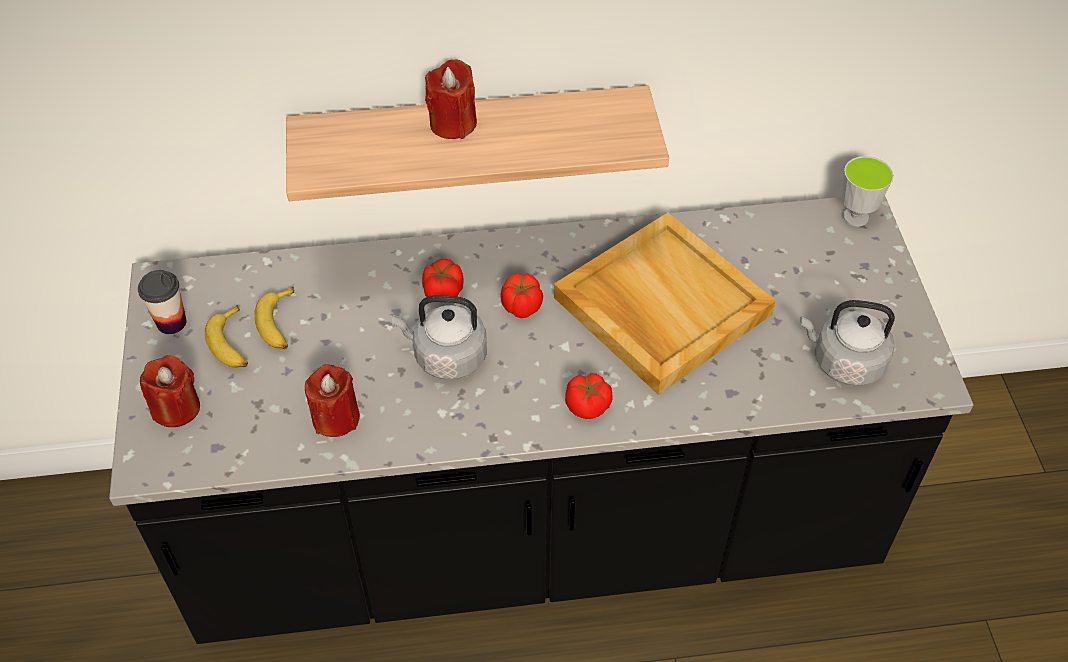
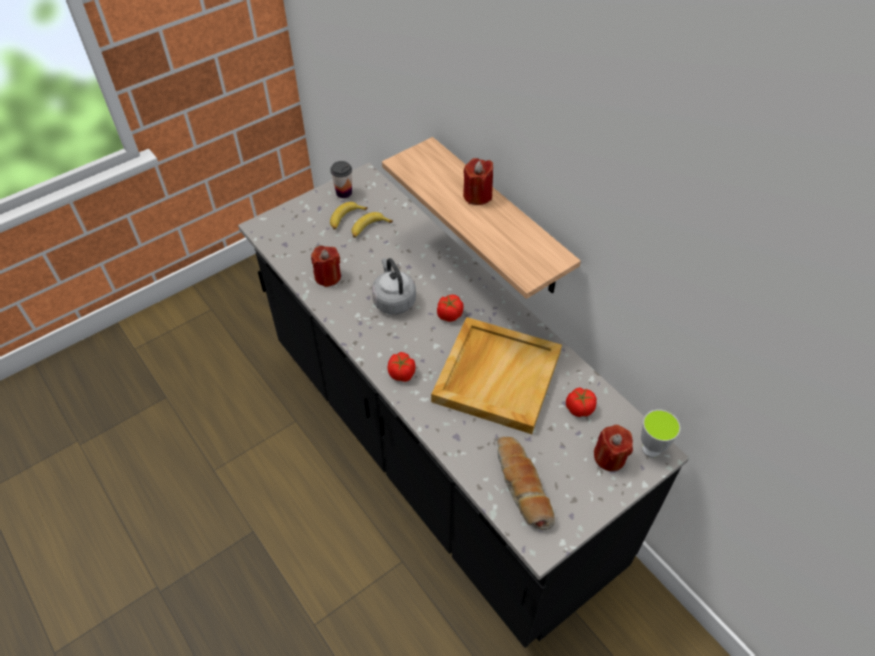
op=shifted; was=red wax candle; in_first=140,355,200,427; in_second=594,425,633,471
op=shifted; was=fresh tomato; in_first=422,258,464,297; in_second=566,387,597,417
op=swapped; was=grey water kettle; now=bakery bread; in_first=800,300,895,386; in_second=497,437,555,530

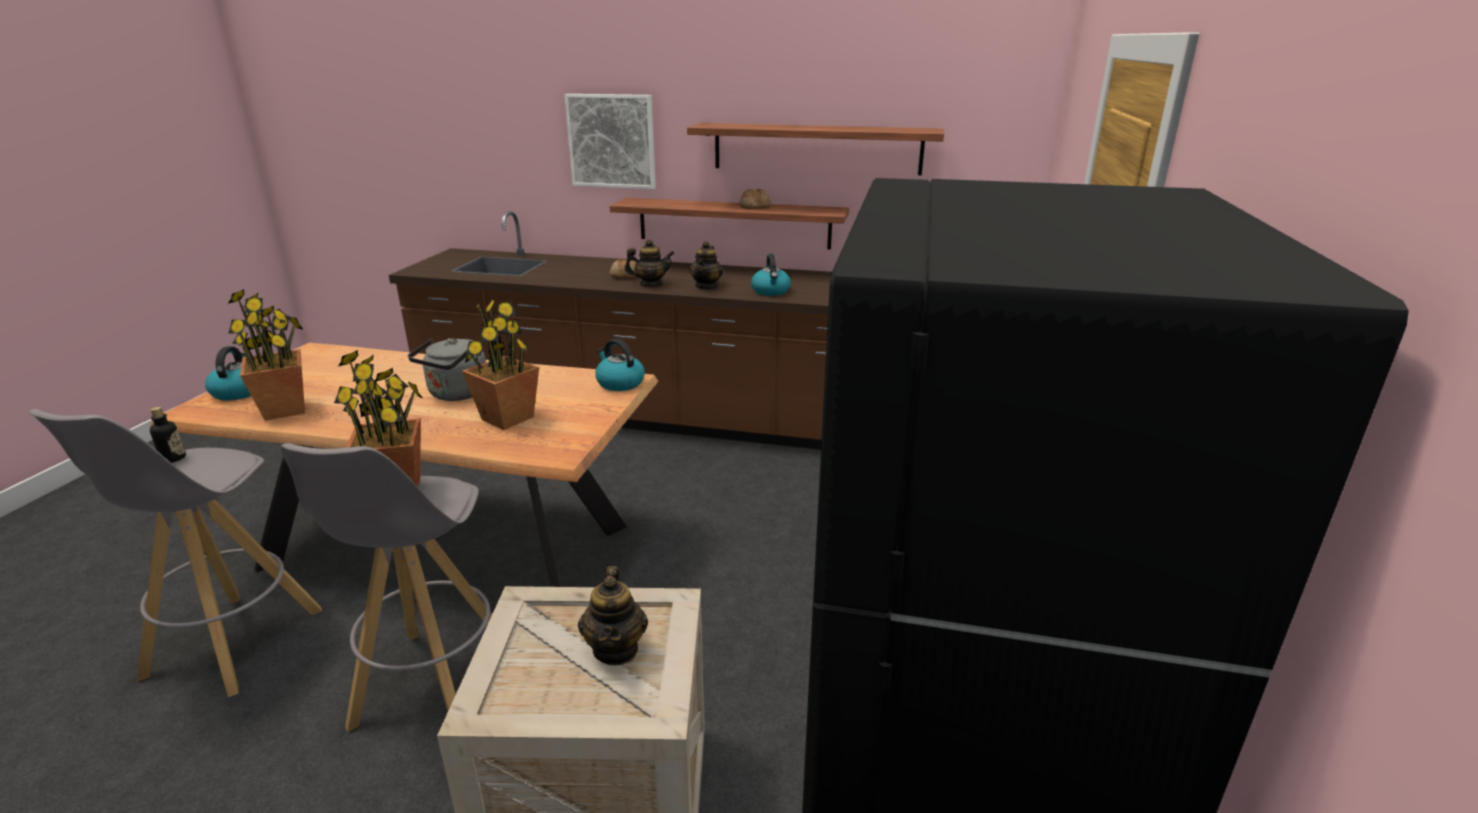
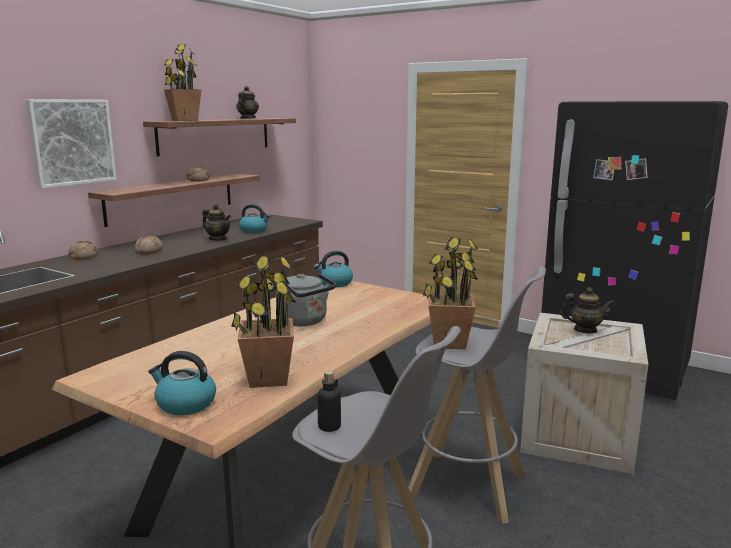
op=new; now=bakery bread; in_second=68,241,98,260
op=shifted; was=plant in a pot; in_first=462,296,539,430; in_second=164,44,202,121
op=shifted; was=tea pot; in_first=624,239,675,287; in_second=236,86,259,119

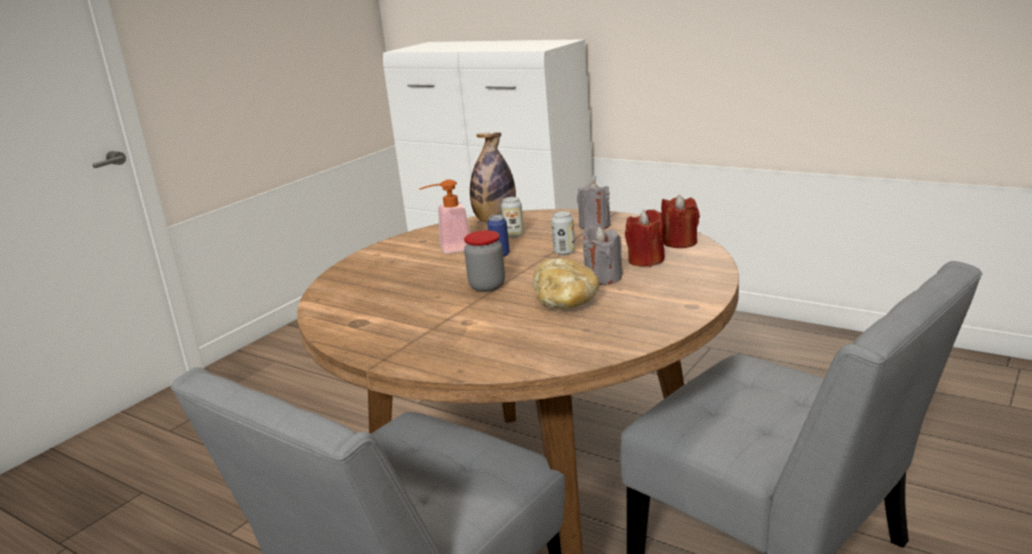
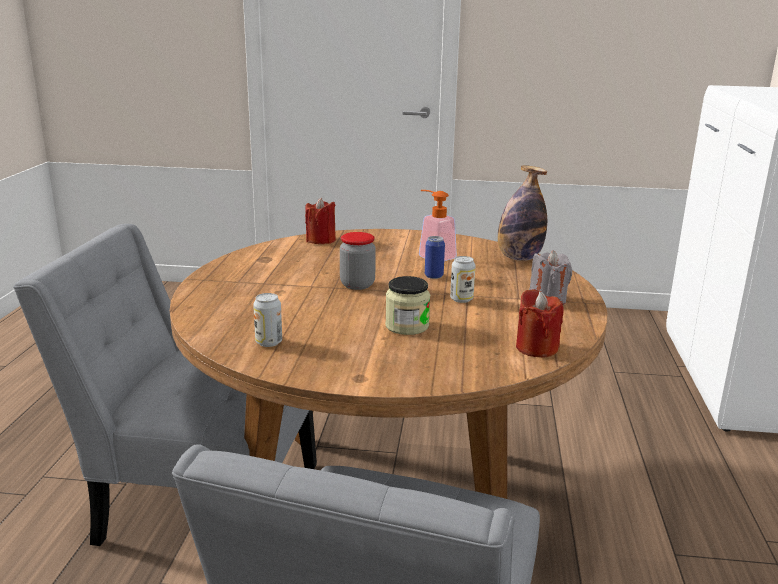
op=gone; was=bakery bread; in_first=533,258,599,309
op=shifted; was=metal can; in_first=501,197,524,238; in_second=253,293,282,347
op=shifted; was=red wax candle; in_first=625,210,665,267; in_second=305,197,336,244
op=swapped; was=grey wax candle; now=jar; in_first=583,226,623,285; in_second=385,276,430,335

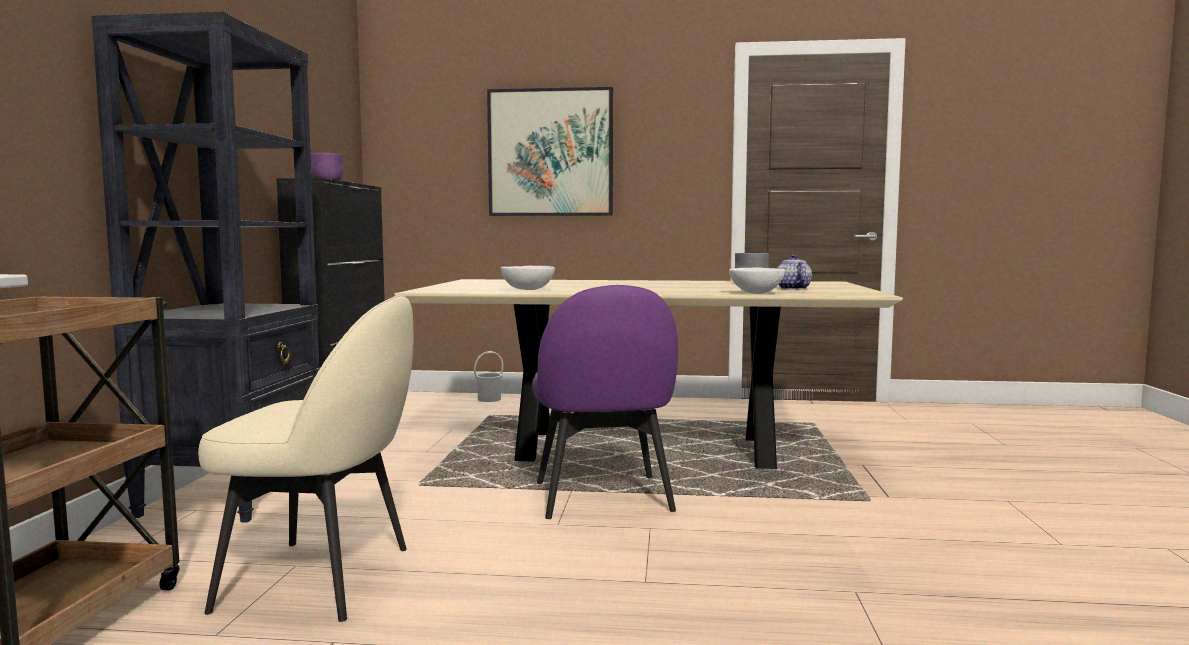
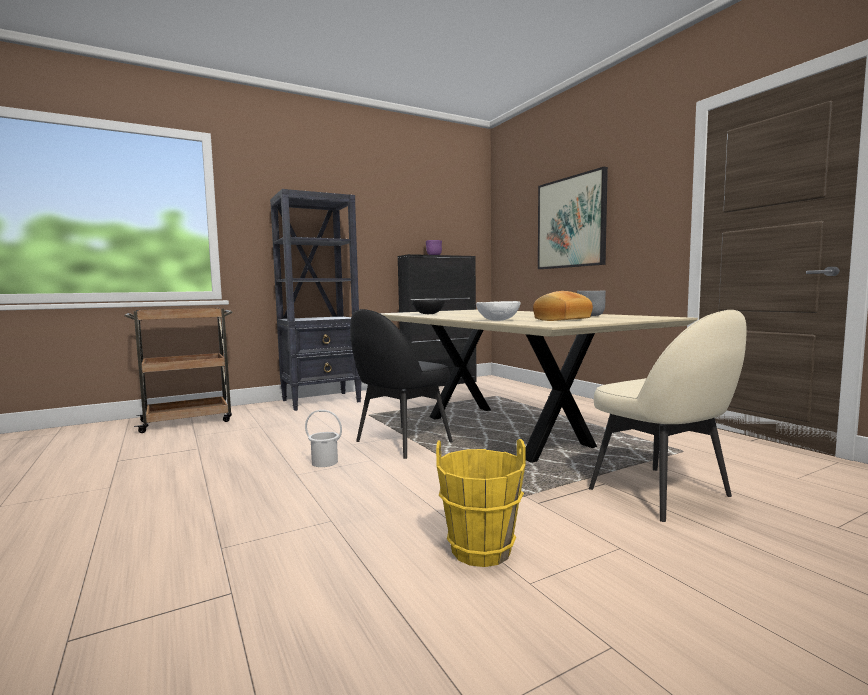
op=new; now=yellowish pail; in_second=436,439,526,567
op=shifted; was=beige-coloured plain chair; in_first=198,295,413,622; in_second=589,310,747,522
op=shifted; was=white-coloured pail; in_first=474,351,504,402; in_second=305,410,342,467
op=swapped; was=tea pot; now=bakery bread; in_first=777,254,812,290; in_second=533,291,593,321
op=repainted; was=white-coloured deep dish; now=blackish deep dish; in_first=501,266,555,290; in_second=412,300,445,314
op=repainted; was=purple plain chair; now=blackish plain chair; in_first=532,285,678,519; in_second=350,309,453,459

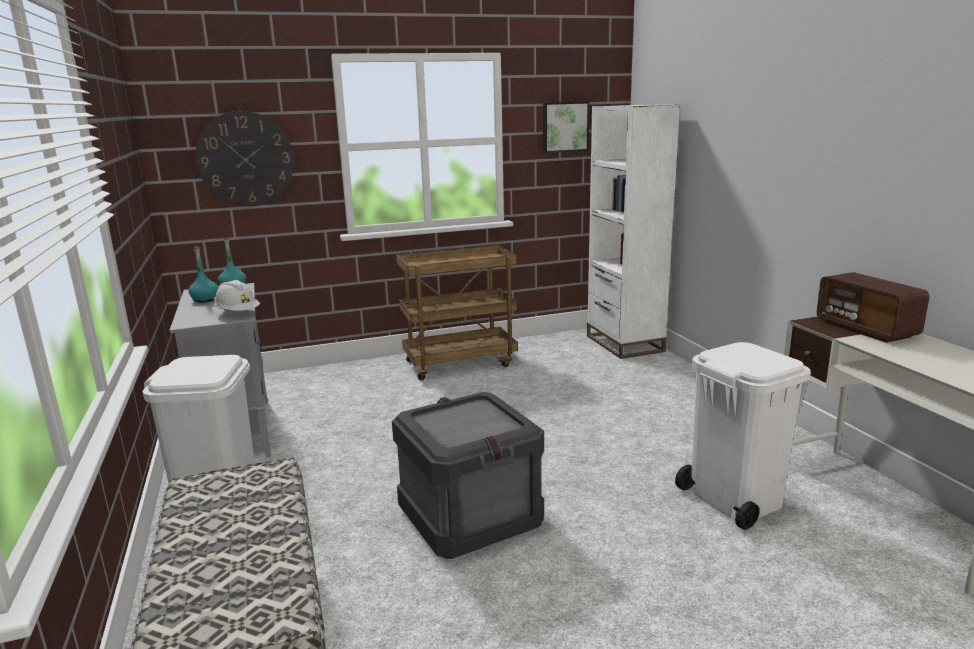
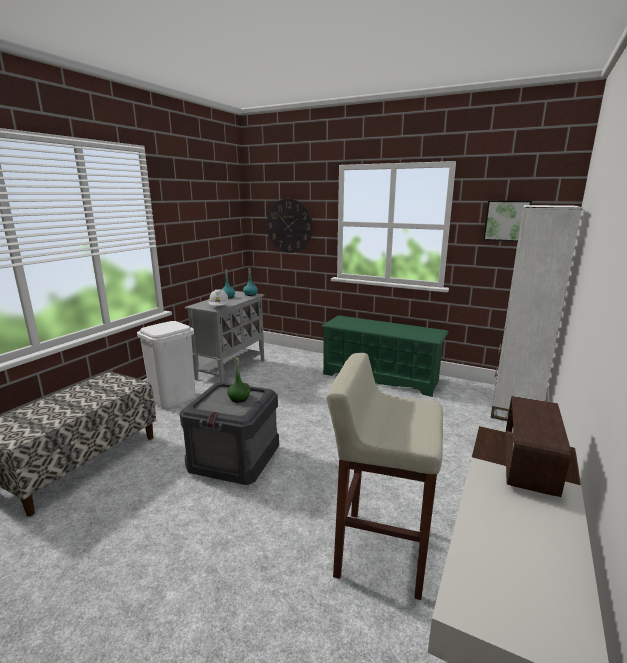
op=new; now=greenish beverage bottle; in_second=227,358,250,402
op=swapped; was=brown cart; now=greenish shoe stand; in_first=396,245,518,381; in_second=322,315,449,397
op=swapped; was=white-coloured waste bin; now=beige-coloured stool; in_first=675,342,811,530; in_second=326,353,443,600

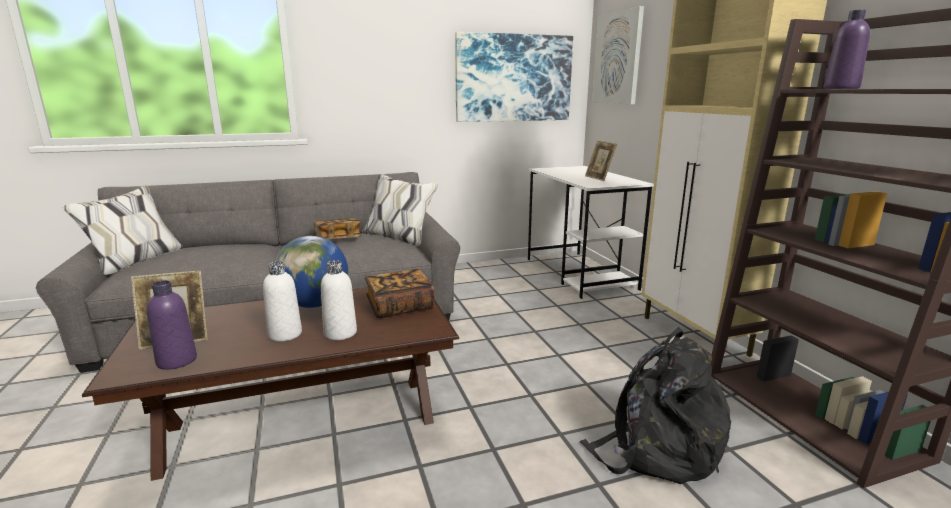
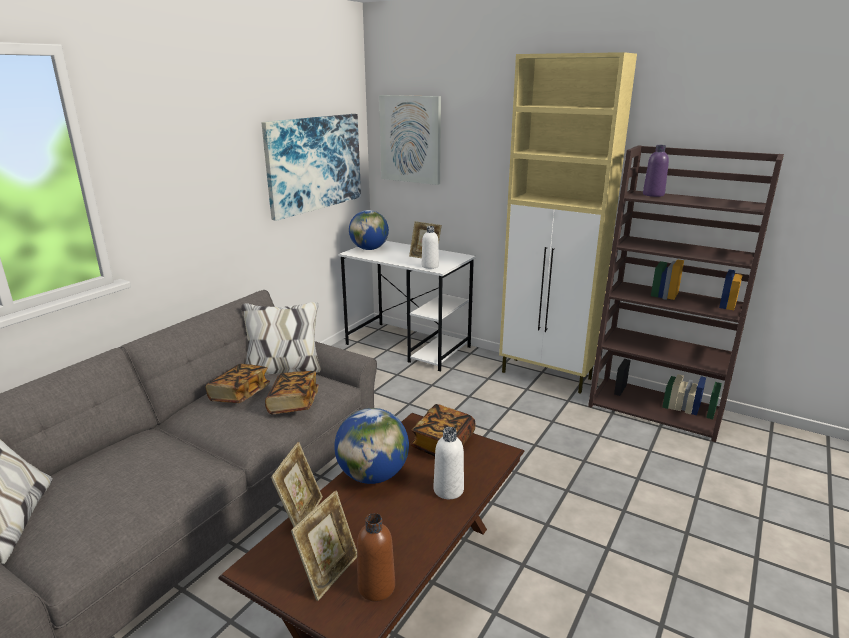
op=gone; was=blackish rucksack; in_first=580,327,731,484
op=new; now=bound book; in_second=265,371,319,414
op=new; now=photo frame; in_second=271,442,323,528
op=new; now=globe; in_second=349,210,389,250
op=shifted; was=white-coloured beverage bottle; in_first=263,261,302,342; in_second=422,226,439,269
op=repainted; was=purple beverage bottle; now=brown beverage bottle; in_first=147,280,197,370; in_second=357,513,395,602

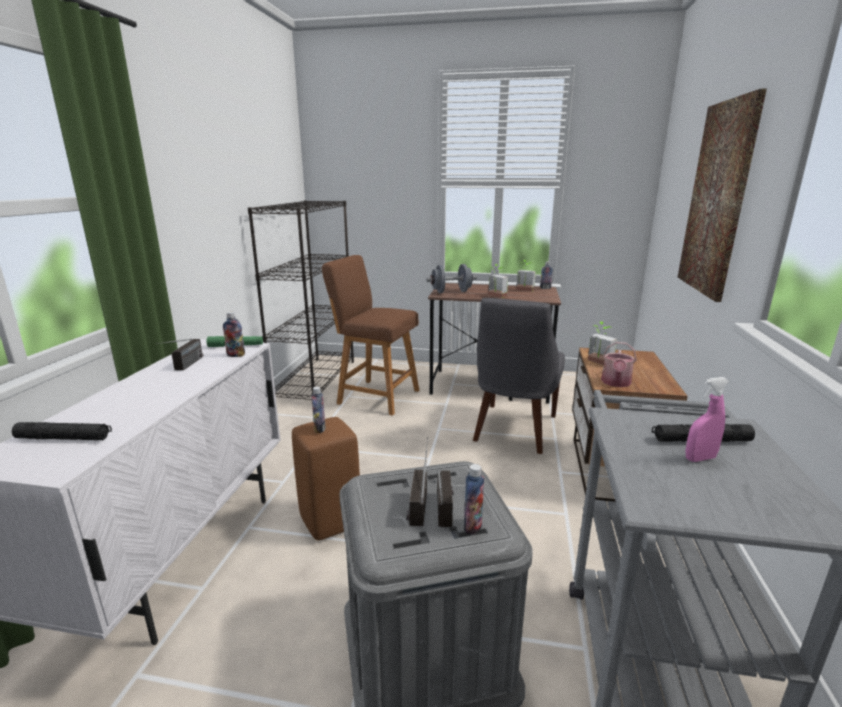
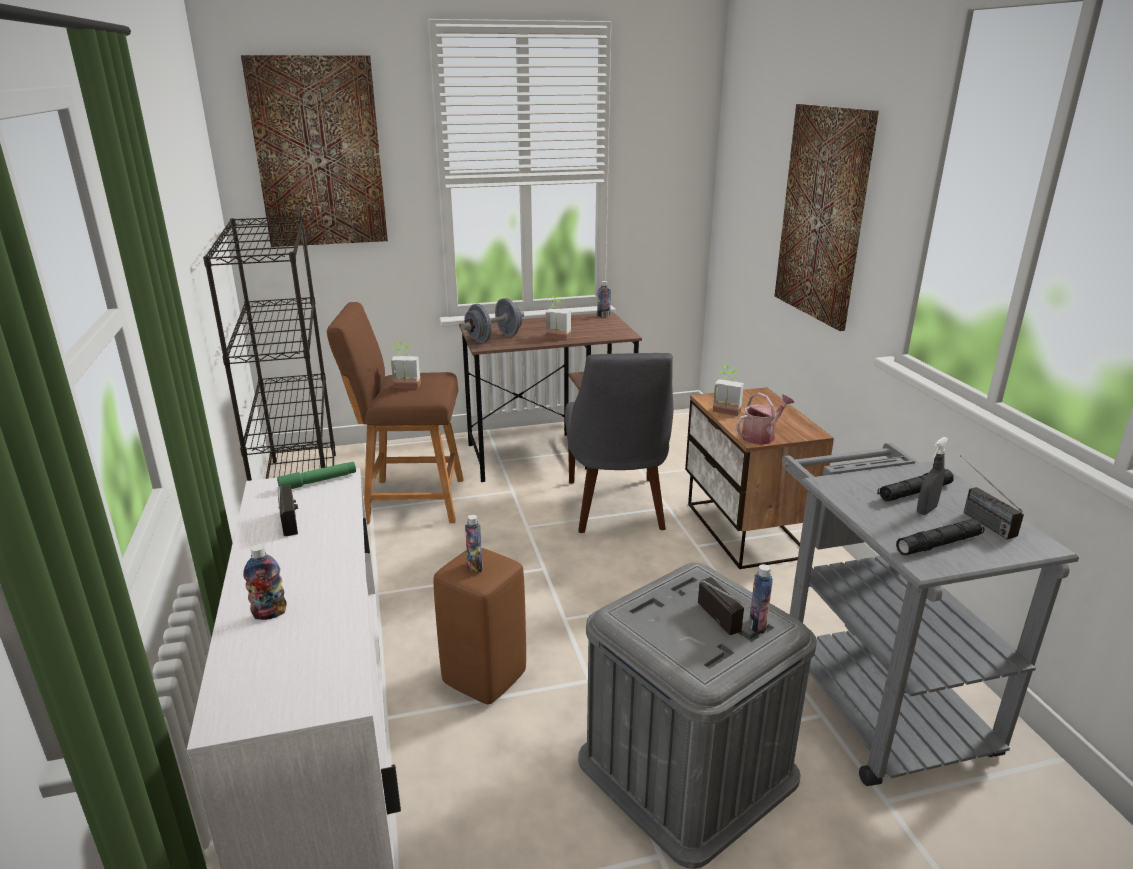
op=new; now=wall picture; in_second=241,55,388,247
op=shifted; was=blackish flashlight; in_first=12,422,112,440; in_second=896,519,984,555
op=shifted; was=beverage bottle; in_first=223,312,245,357; in_second=243,544,287,620
op=shifted; was=radio; in_first=406,437,428,526; in_second=960,455,1024,539
op=shifted; was=plant in a pot; in_first=516,260,536,292; in_second=391,342,421,388
op=repainted; was=pink sprayer; now=grey sprayer; in_first=685,377,729,462; in_second=917,437,949,515
op=rotated; was=watering pot; in_first=601,342,637,387; in_second=736,392,794,445; clockwise=-120

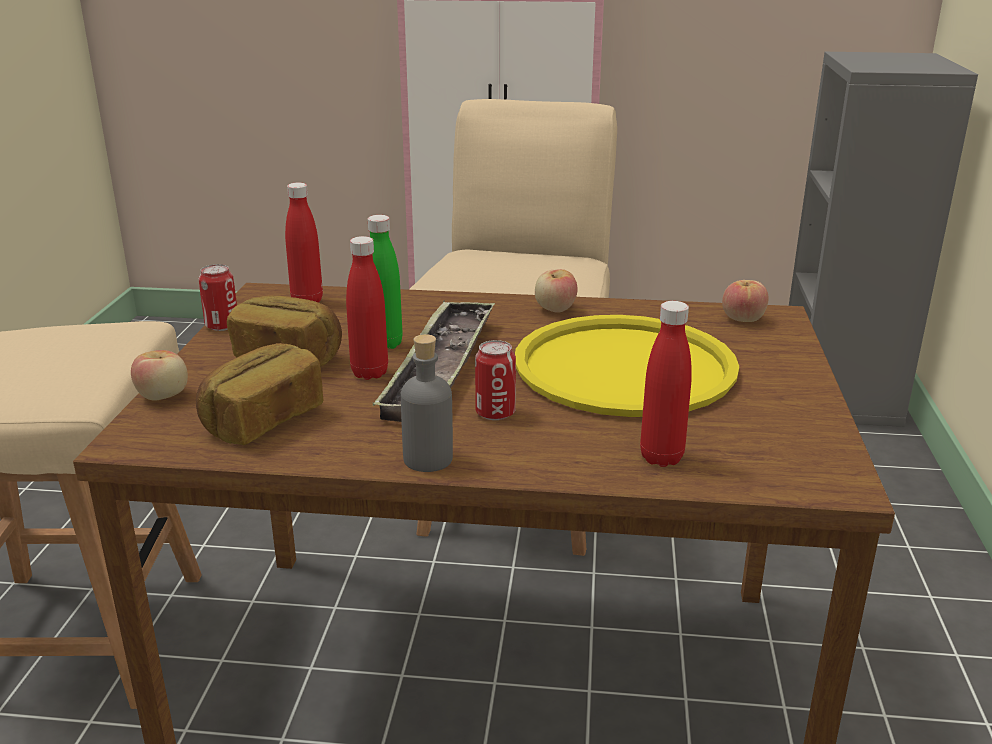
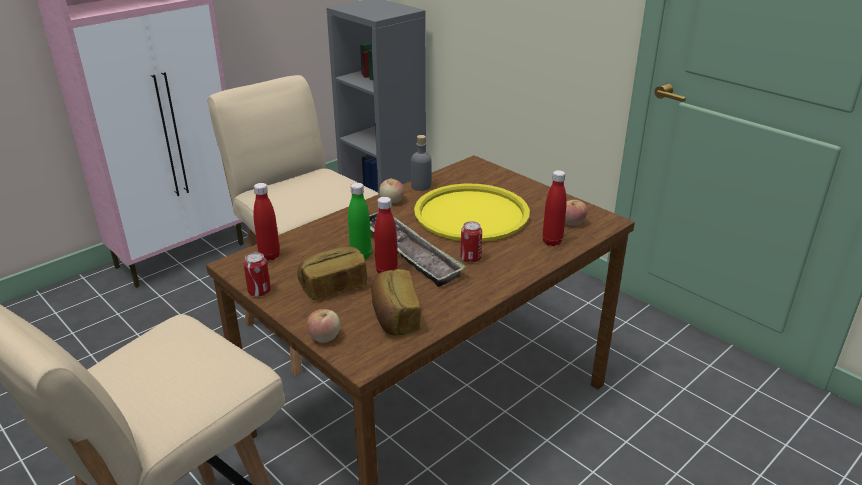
op=shifted; was=grey beverage bottle; in_first=401,334,453,472; in_second=411,135,432,191
op=shifted; was=apple; in_first=722,280,769,322; in_second=565,200,588,226

